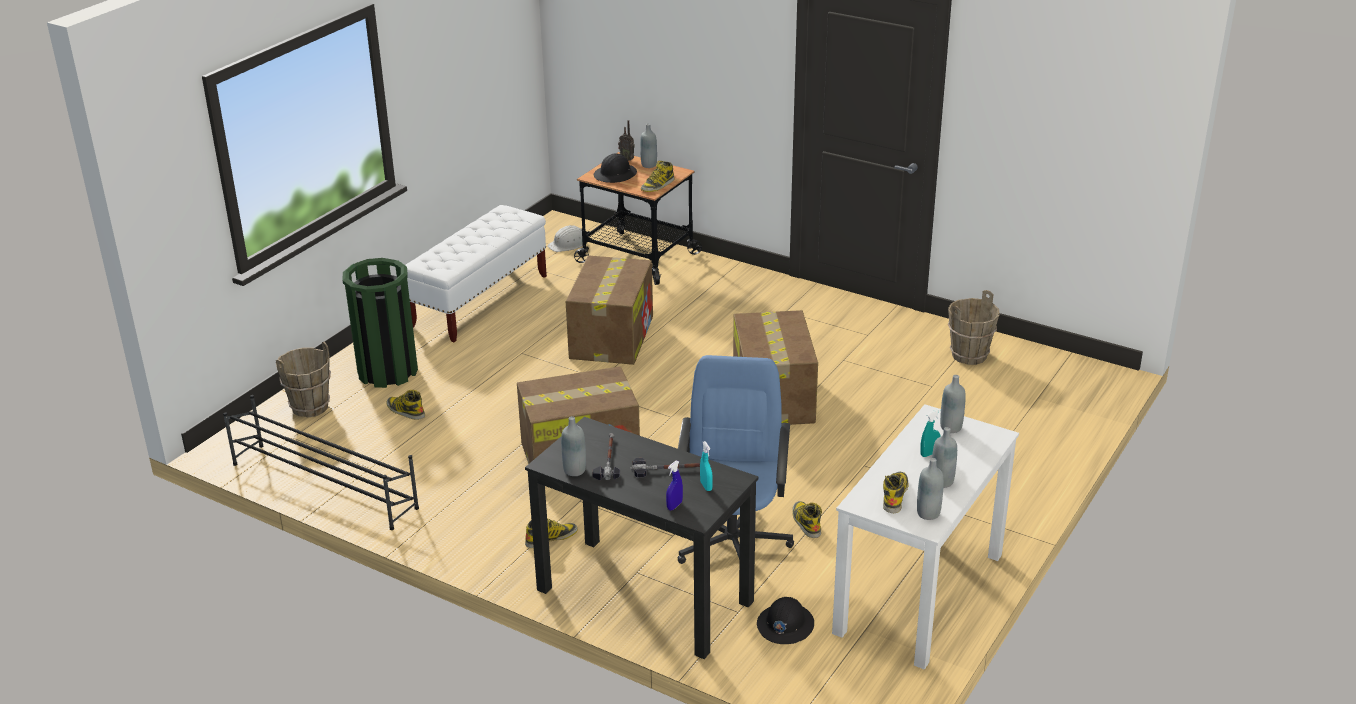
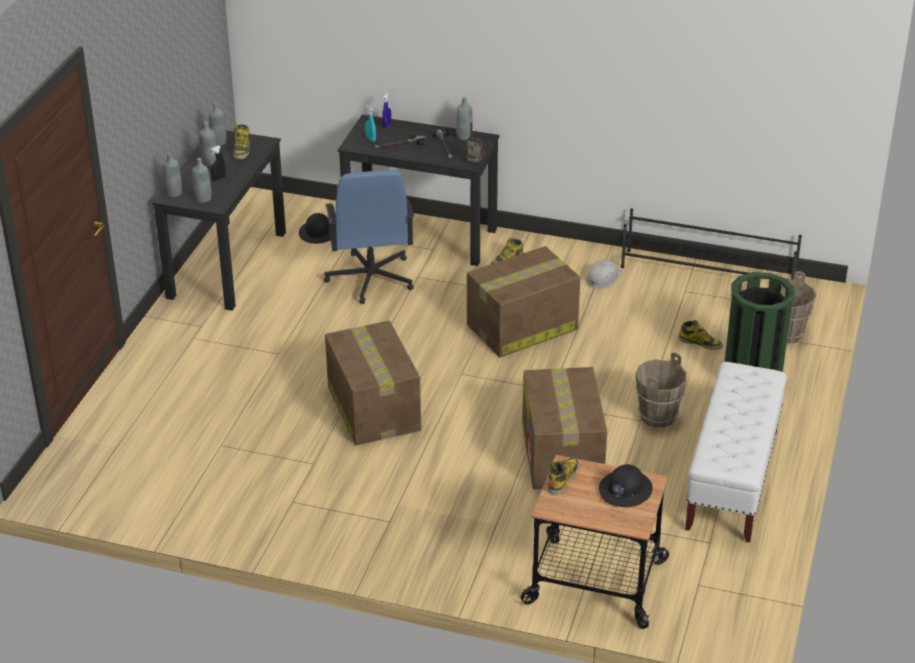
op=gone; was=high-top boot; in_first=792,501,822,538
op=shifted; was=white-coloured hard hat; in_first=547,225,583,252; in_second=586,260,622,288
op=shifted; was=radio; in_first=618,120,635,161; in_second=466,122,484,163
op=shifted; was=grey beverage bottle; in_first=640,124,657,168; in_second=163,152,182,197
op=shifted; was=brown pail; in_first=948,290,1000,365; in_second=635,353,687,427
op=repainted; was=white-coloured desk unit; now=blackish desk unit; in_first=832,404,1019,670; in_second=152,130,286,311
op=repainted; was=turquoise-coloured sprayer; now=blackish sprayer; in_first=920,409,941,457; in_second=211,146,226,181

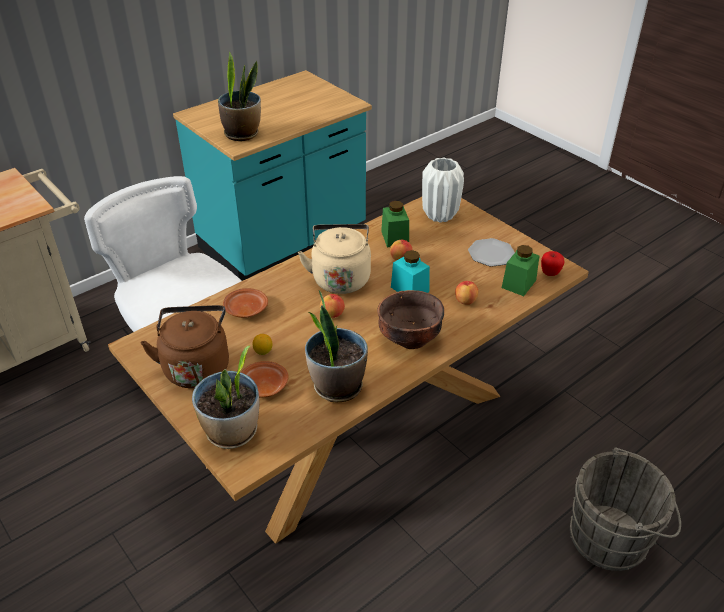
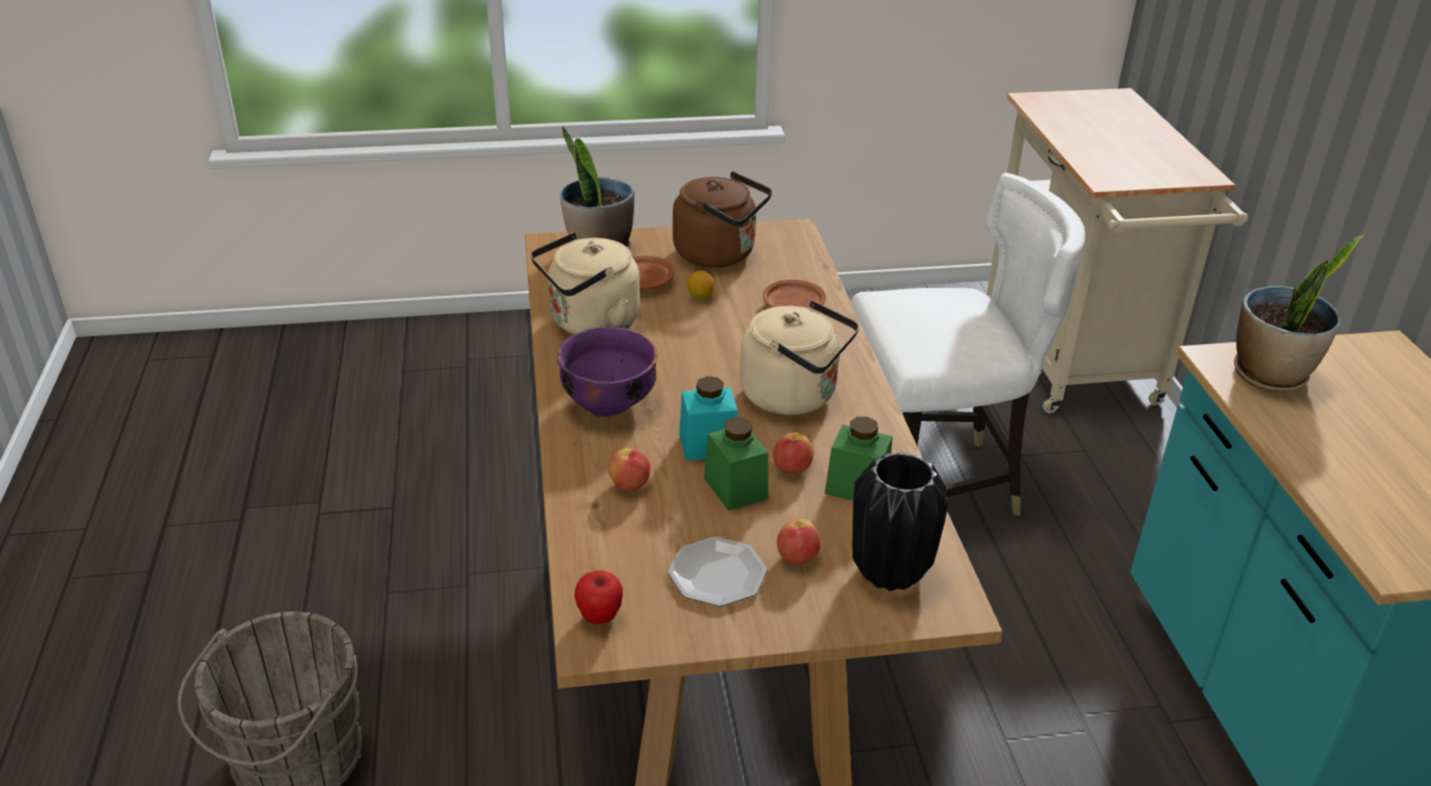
op=shifted; was=apple; in_first=320,294,345,318; in_second=777,519,821,564
op=shifted; was=greenish jar; in_first=502,245,539,296; in_second=704,418,768,511
op=swapped; was=plant in a pot; now=beige-coloured water kettle; in_first=305,290,368,403; in_second=531,232,640,335
op=repainted; was=brown deep dish; now=purple deep dish; in_first=377,290,444,349; in_second=557,327,658,417
op=repainted; was=white-coloured decorative vase; now=blackish decorative vase; in_first=422,157,464,223; in_second=852,452,948,591

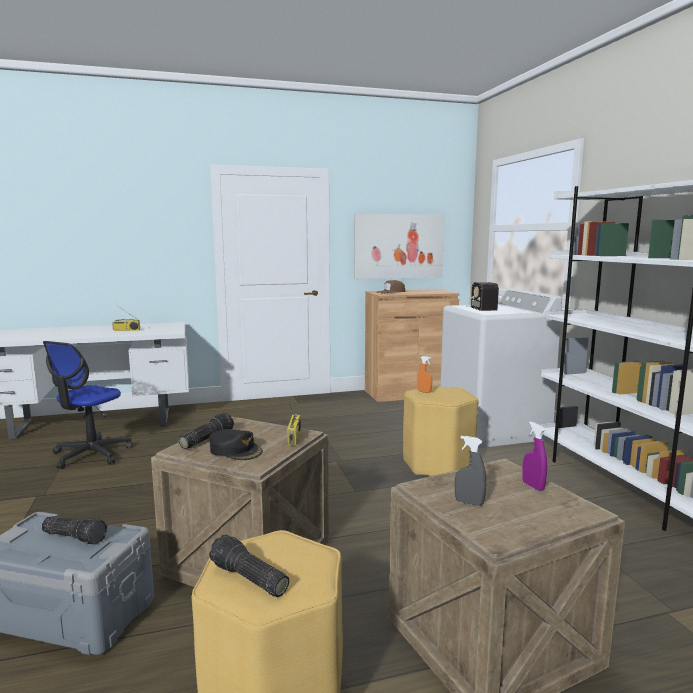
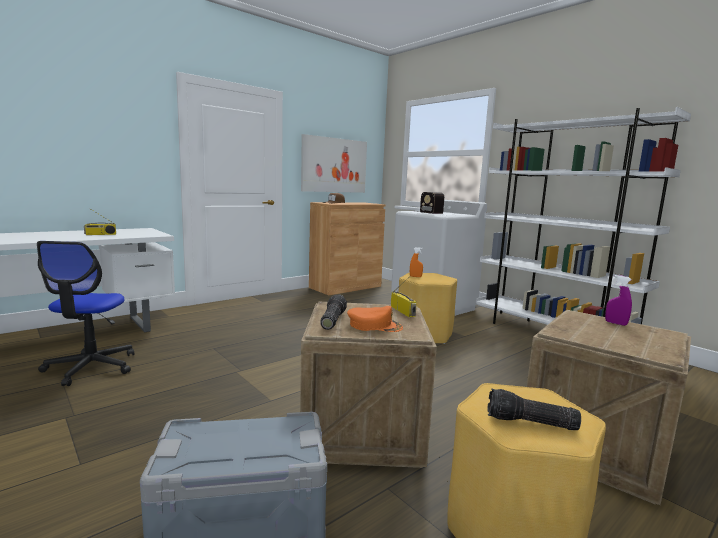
op=gone; was=flashlight; in_first=42,516,108,544
op=gone; was=grey sprayer; in_first=455,436,486,506
op=repainted; was=blackish peaked cap; now=orange peaked cap; in_first=209,429,263,460; in_second=347,306,403,332

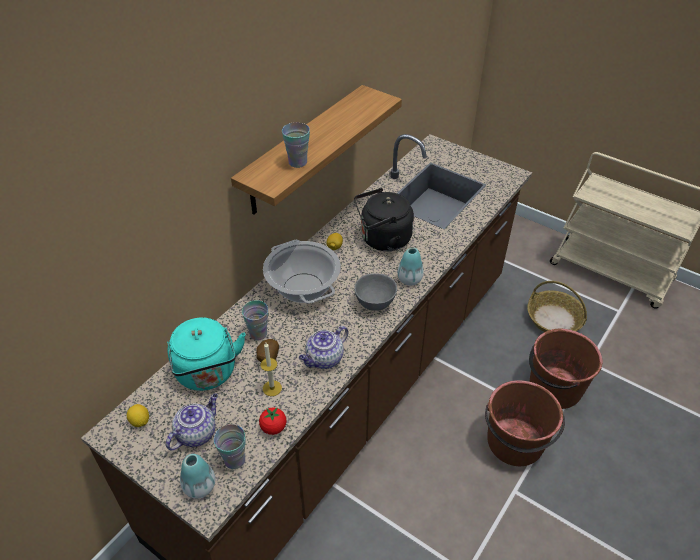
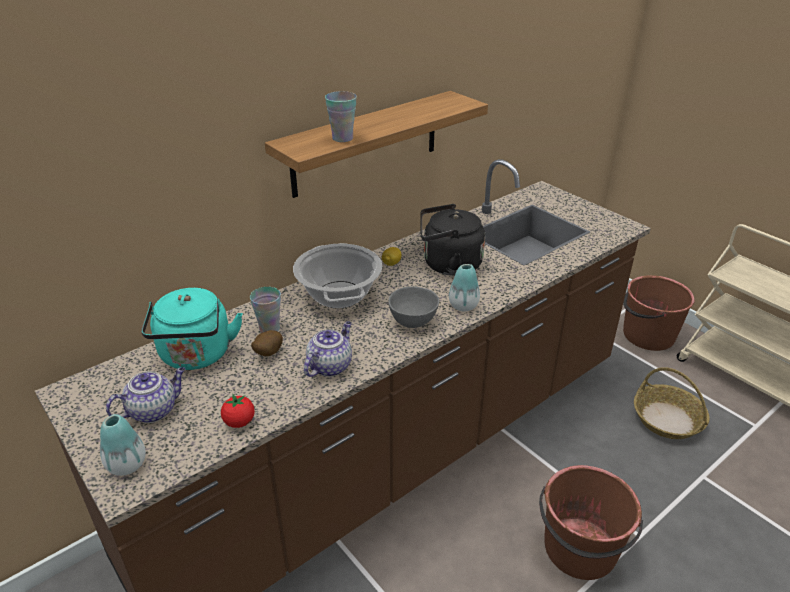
op=gone; was=lemon; in_first=127,404,149,427
op=gone; was=drinking cup; in_first=214,424,246,469
op=gone; was=wax candle; in_first=260,343,282,396
op=shifted; was=brown pail; in_first=529,329,602,409; in_second=623,275,695,351
op=rotated; was=tea pot; in_first=299,326,348,369; in_second=304,321,352,377; clockwise=150

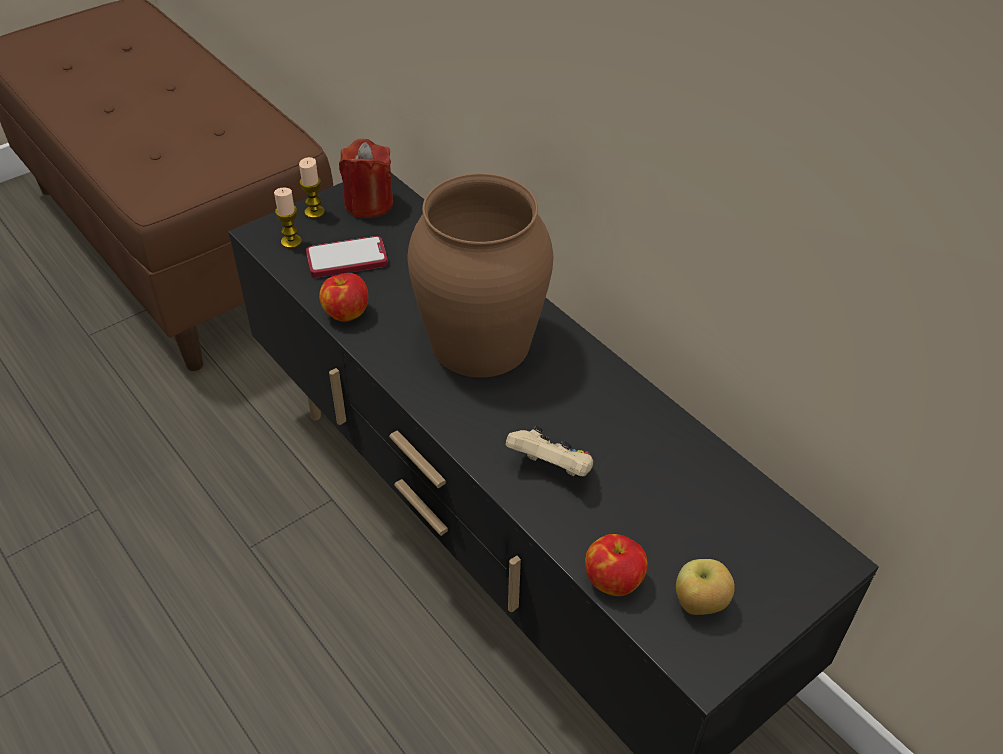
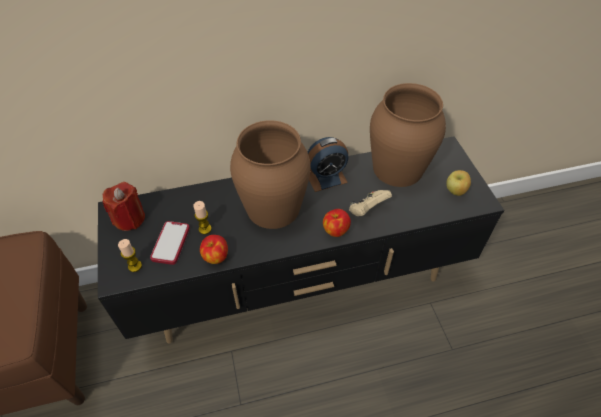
op=new; now=alarm clock; in_second=307,137,348,192
op=new; now=brown decorative vase; in_second=370,83,446,187
op=shifted; was=wax candle; in_first=299,157,325,219; in_second=193,201,212,234
op=shifted; was=apple; in_first=585,534,648,596; in_second=323,209,351,237

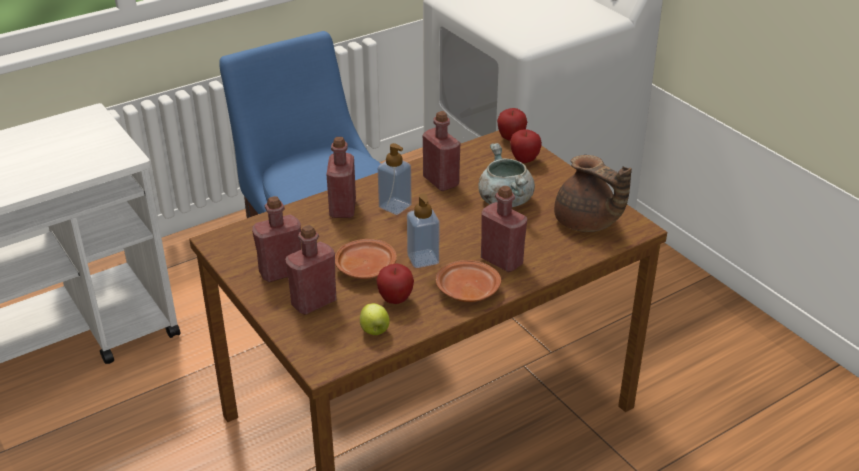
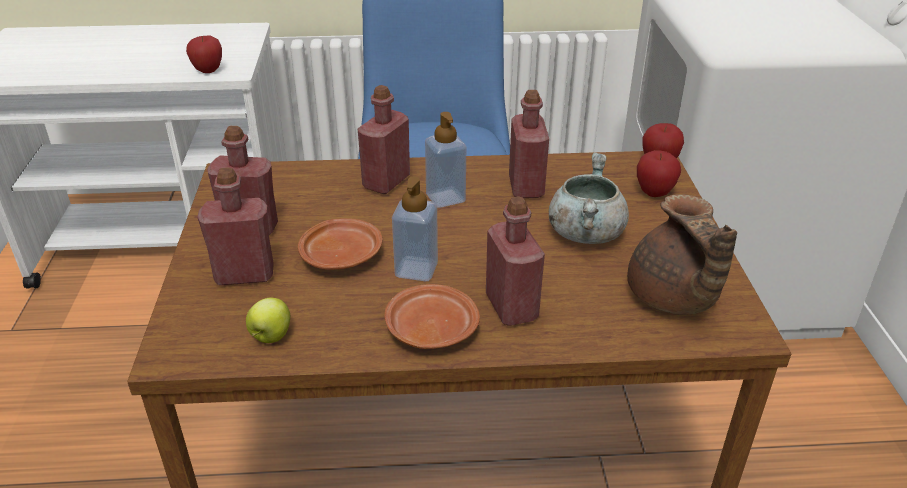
op=shifted; was=apple; in_first=376,264,414,304; in_second=186,36,222,73

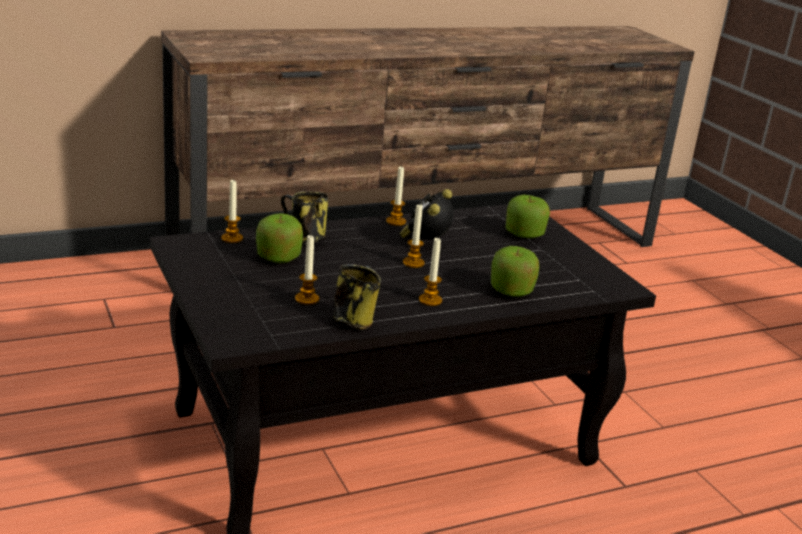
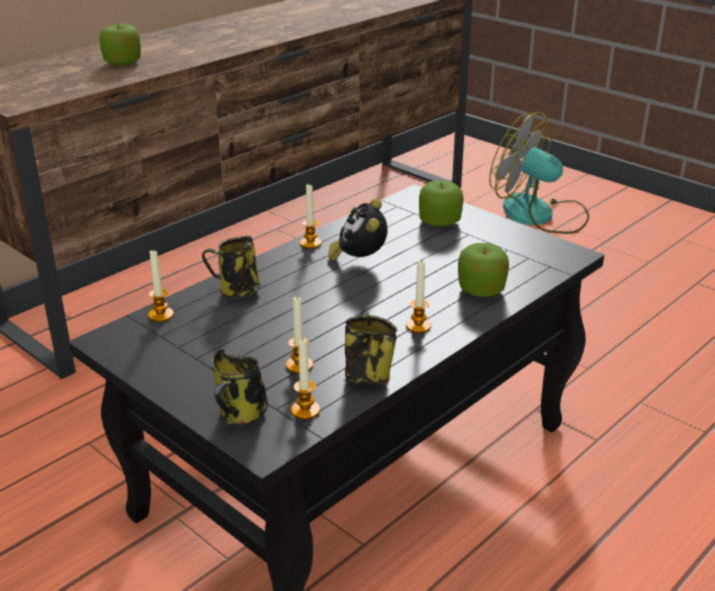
op=new; now=coffee mug; in_second=211,349,268,425
op=new; now=electric fan; in_second=489,112,589,234
op=shifted; was=apple; in_first=256,213,303,263; in_second=99,24,141,66
op=shifted; was=wax candle; in_first=403,203,425,268; in_second=291,338,320,420

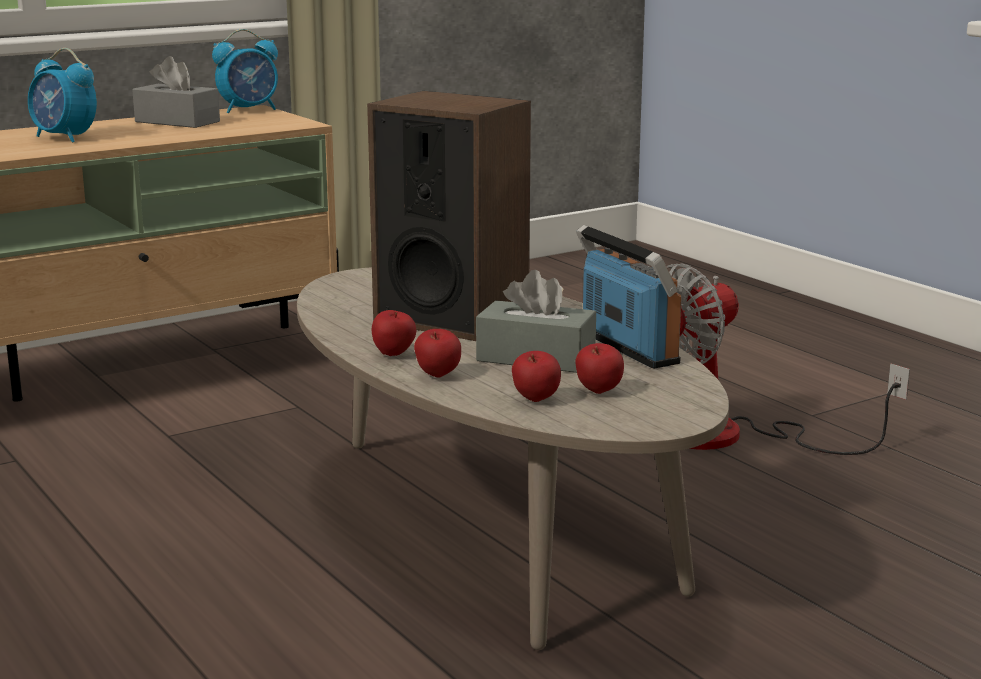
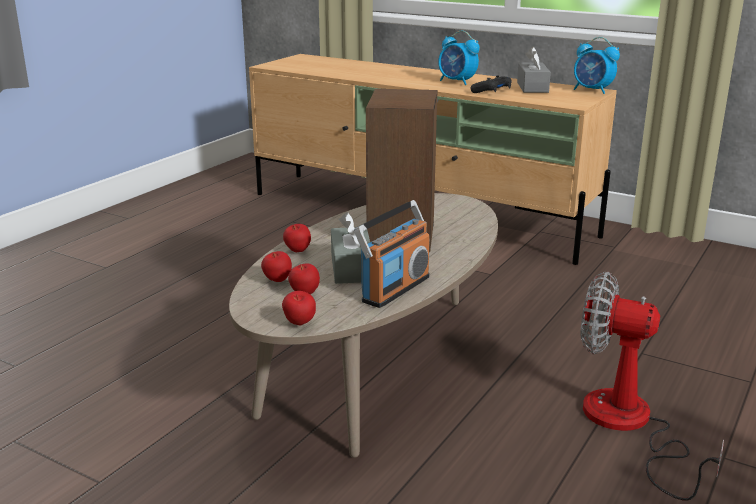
op=new; now=blackish game controller; in_second=471,76,512,93
op=shifted; was=apple; in_first=372,310,416,356; in_second=282,291,316,325
op=rotated; was=alarm clock; in_first=28,48,97,142; in_second=438,30,480,85; clockwise=-60

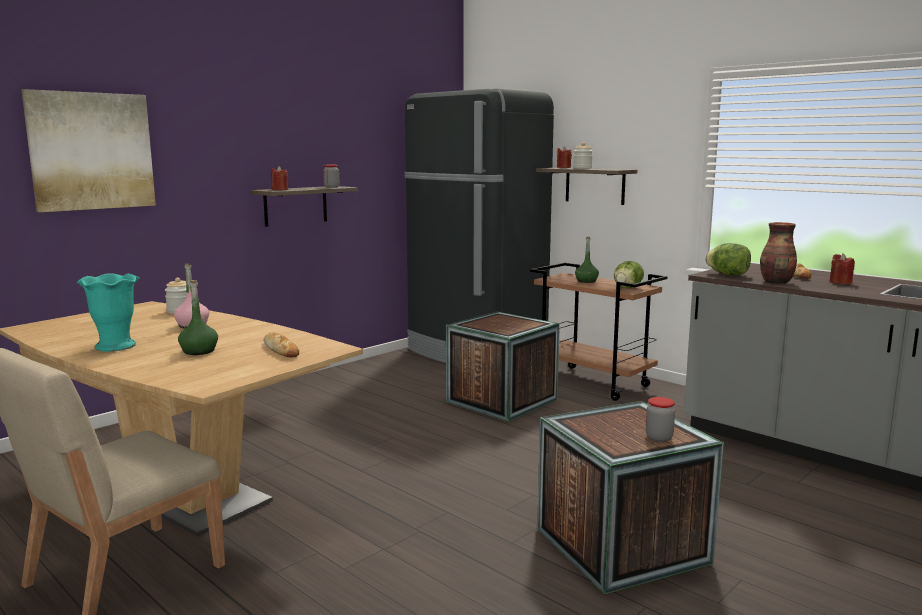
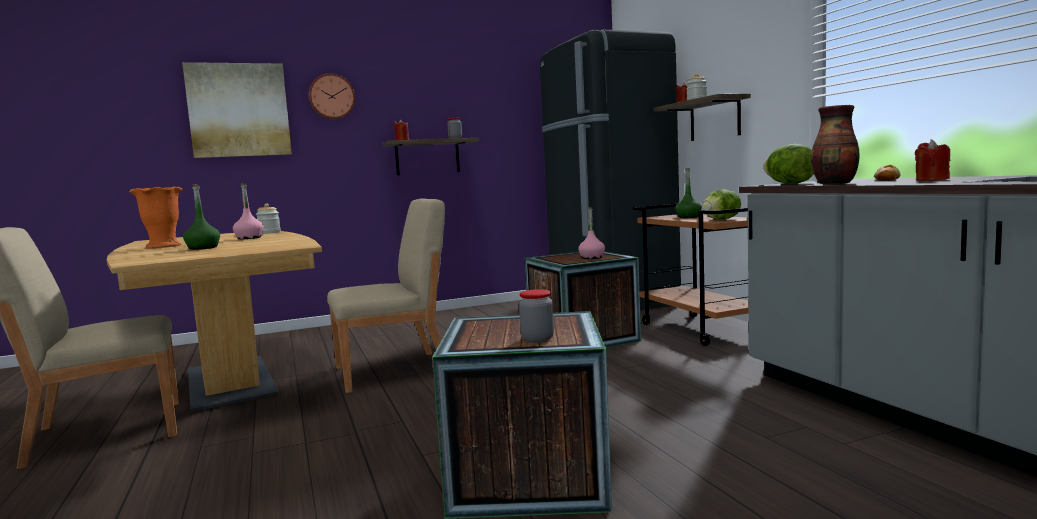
op=gone; was=bakery bread; in_first=264,332,299,357
op=new; now=clock on the wall; in_second=309,73,355,120
op=new; now=beige-coloured plain chair; in_second=327,198,445,393
op=new; now=pink beverage bottle; in_second=578,207,605,259
op=repainted; was=turquoise-coloured decorative vase; now=orange decorative vase; in_first=77,273,139,352; in_second=129,187,183,249

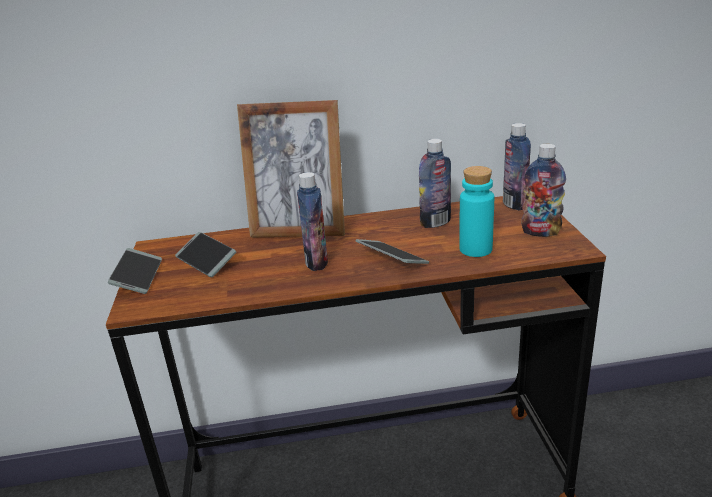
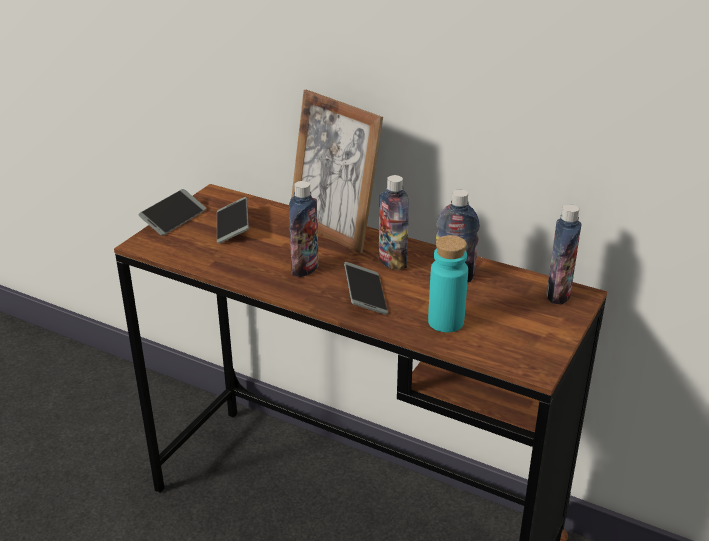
op=shifted; was=beverage bottle; in_first=521,144,566,237; in_second=379,175,409,270

